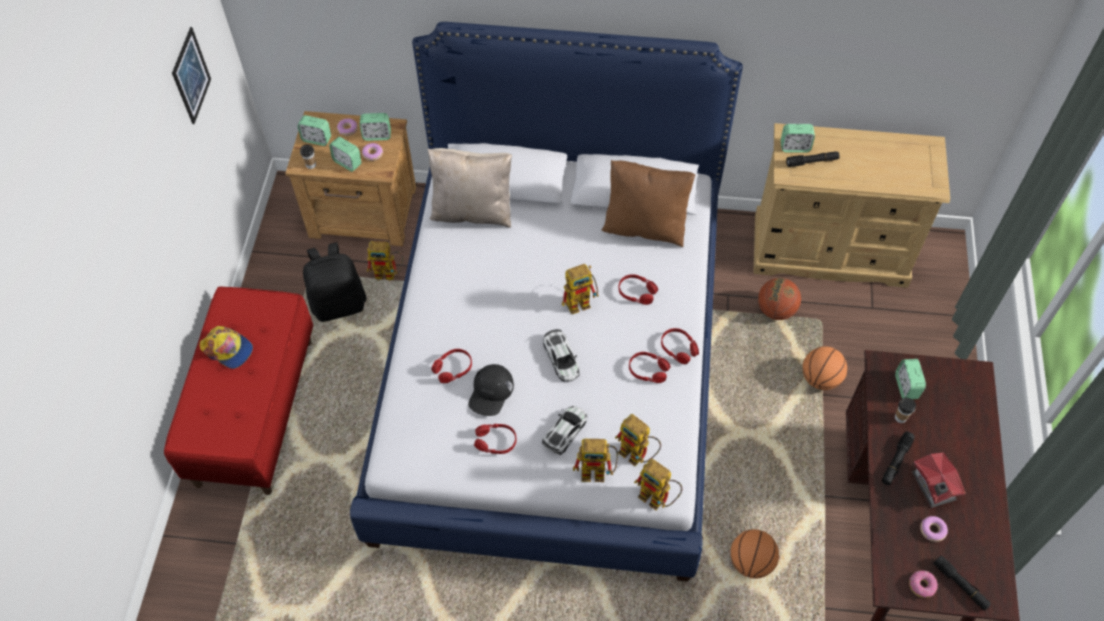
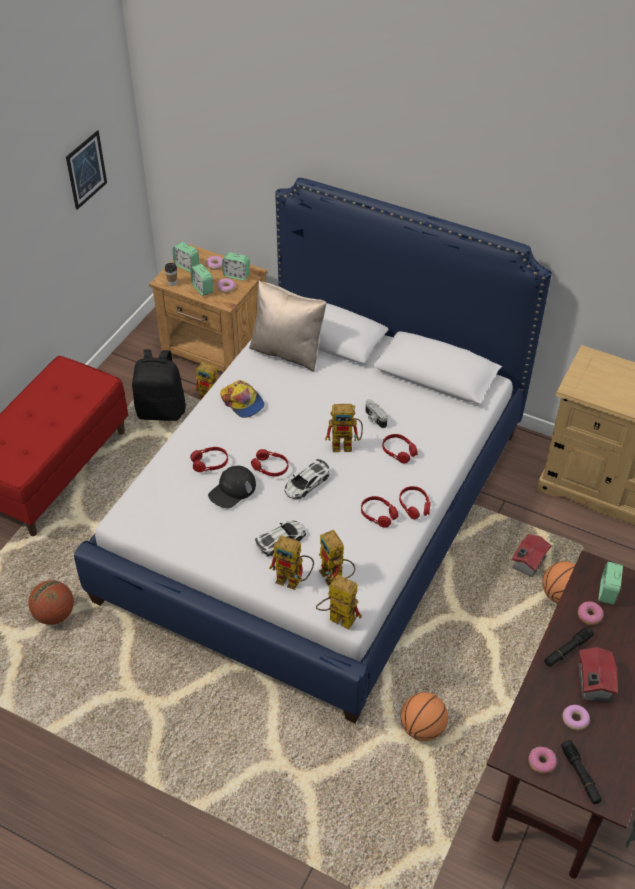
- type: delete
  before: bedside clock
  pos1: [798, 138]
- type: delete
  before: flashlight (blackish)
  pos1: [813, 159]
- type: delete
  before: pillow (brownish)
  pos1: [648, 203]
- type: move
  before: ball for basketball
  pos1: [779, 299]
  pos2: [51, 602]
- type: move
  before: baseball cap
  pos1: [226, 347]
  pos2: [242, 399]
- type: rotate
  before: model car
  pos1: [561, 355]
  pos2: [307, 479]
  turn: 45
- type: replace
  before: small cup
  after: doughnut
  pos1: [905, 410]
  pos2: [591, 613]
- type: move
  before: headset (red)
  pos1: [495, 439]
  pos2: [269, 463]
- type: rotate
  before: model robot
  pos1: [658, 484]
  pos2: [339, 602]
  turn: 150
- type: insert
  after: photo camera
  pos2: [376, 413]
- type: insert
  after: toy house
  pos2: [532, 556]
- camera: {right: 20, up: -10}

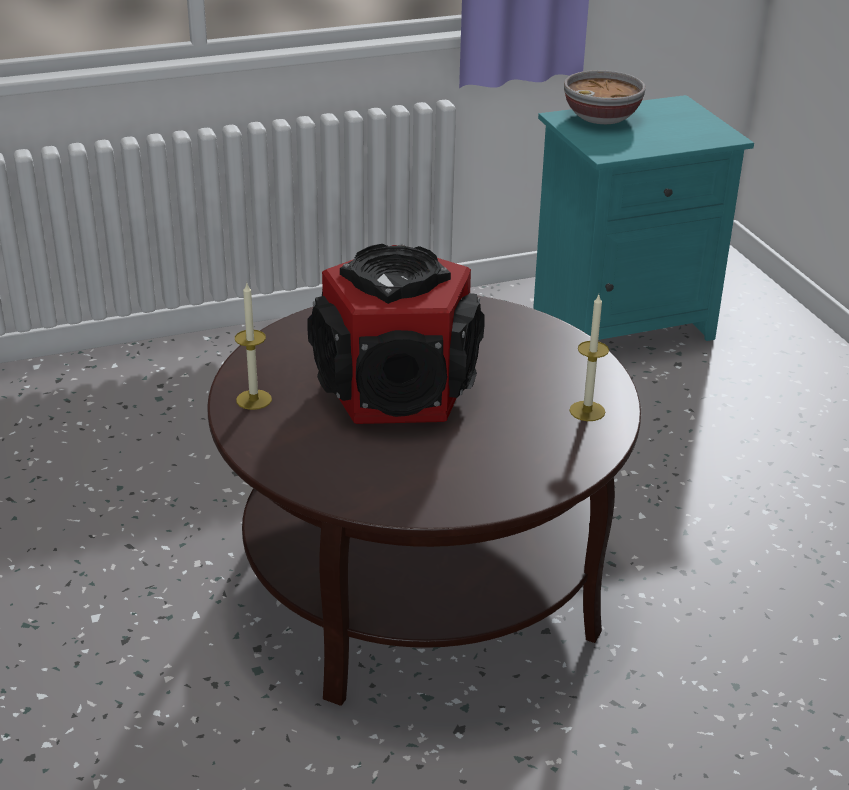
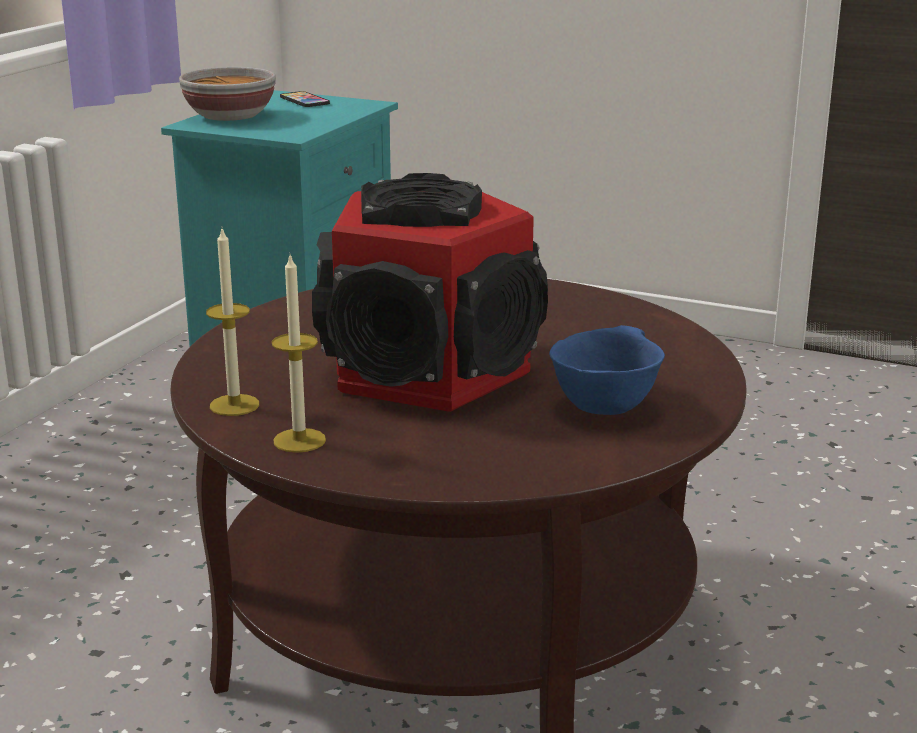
- type: move
  before: wax candle
  pos1: [589, 358]
  pos2: [232, 322]
- type: insert
  after: handset
  pos2: [305, 99]
- type: insert
  after: serving bowl (blue)
  pos2: [607, 370]
- camera: {right: -45, up: -10}

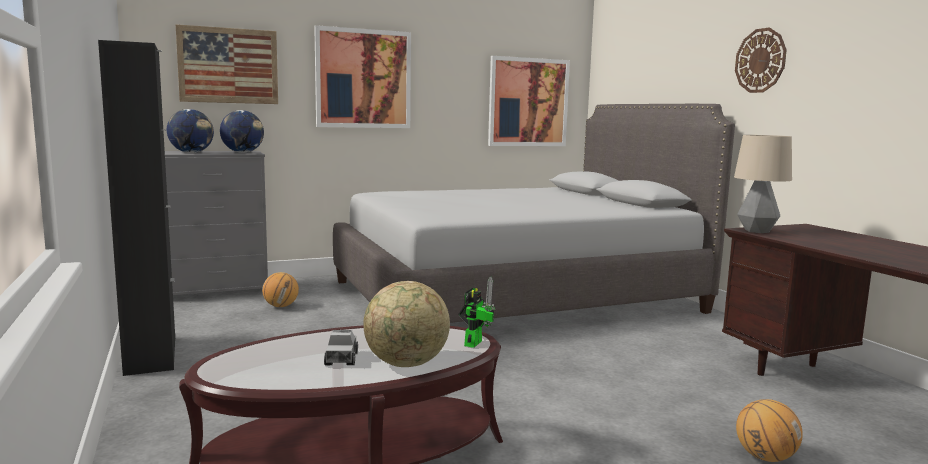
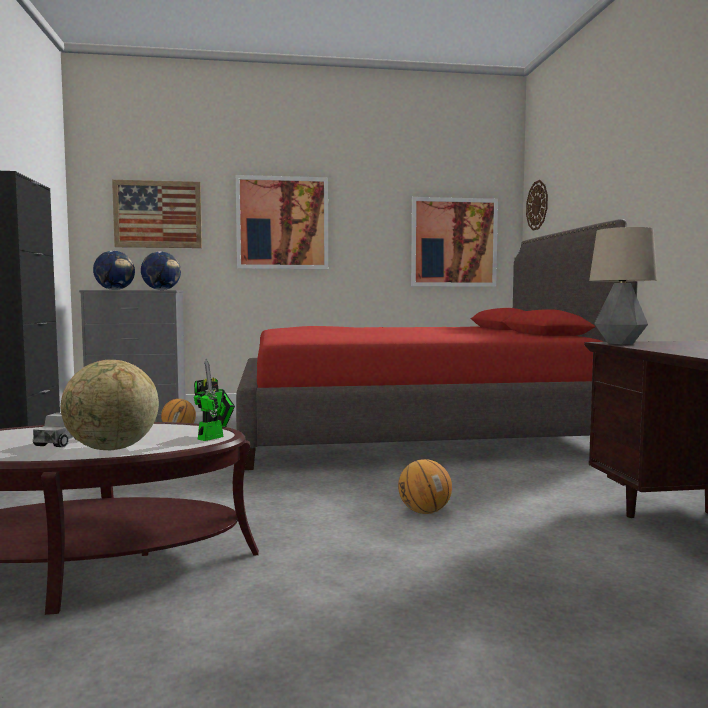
- type: move
  before: hanging clock
  pos1: [761, 60]
  pos2: [537, 205]
- type: recolor
  before: bed (gray)
  after: bed (red)
  pos1: [534, 213]
  pos2: [437, 344]
- type: move
  before: ball for basketball
  pos1: [769, 430]
  pos2: [425, 486]
- camera: {right: 15, up: -5}

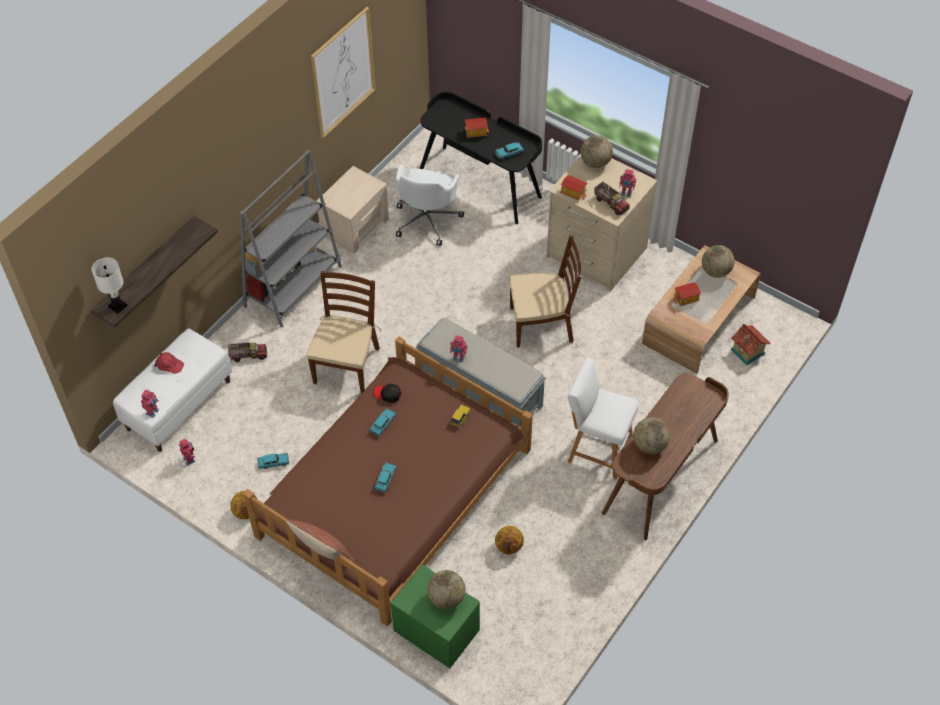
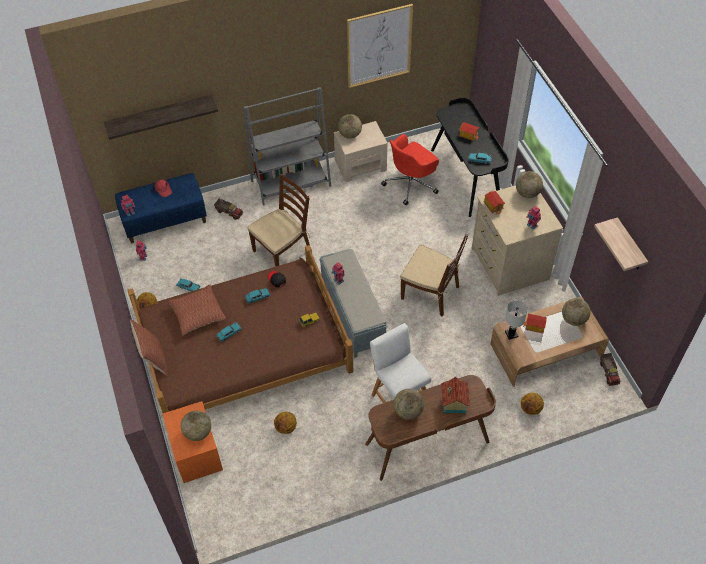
- type: recolor
  before: computer chair (whitish)
  after: computer chair (red)
  pos1: [430, 205]
  pos2: [410, 169]
- type: move
  before: toy lorry
  pos1: [612, 198]
  pos2: [610, 369]
- type: move
  before: lamp for a table (whitish)
  pos1: [110, 285]
  pos2: [516, 320]
- type: move
  before: toy house
  pos1: [751, 344]
  pos2: [455, 395]
- type: recolor
  before: long seat (whitish)
  after: long seat (blue)
  pos1: [172, 390]
  pos2: [161, 208]
- type: recolor
  before: night table (green-coloured)
  after: night table (orange)
  pos1: [435, 616]
  pos2: [193, 442]
- type: insert
  after: desk globe
  pos2: [350, 126]
- type: insert
  after: bracket shelf
  pos2: [621, 244]
- type: insert
  after: pillow
  pos2: [197, 309]
- type: insert
  after: ball for basketball
  pos2: [532, 404]
- camera: {right: 35, up: 0}

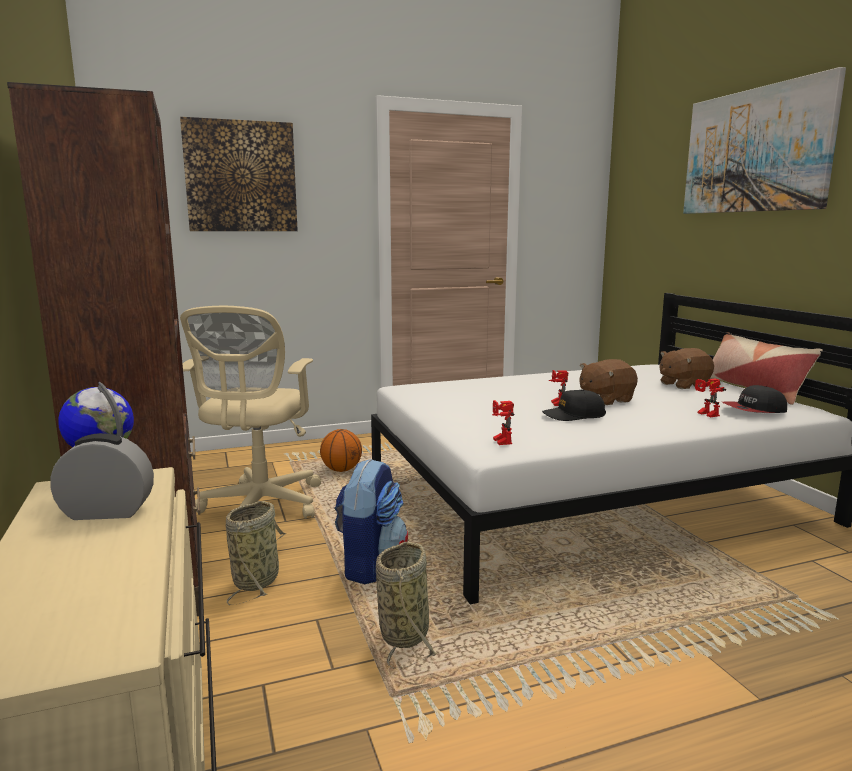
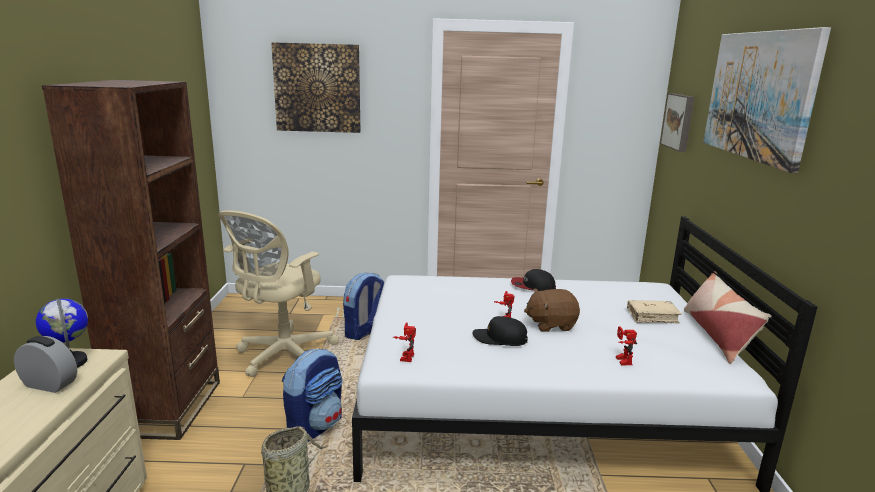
- type: replace
  before: soft toy (brownish)
  after: book (sand-coloured)
  pos1: [686, 368]
  pos2: [654, 311]
- type: move
  before: baseball cap
  pos1: [754, 399]
  pos2: [533, 280]
- type: replace
  before: ball for basketball
  after: knapsack
  pos1: [341, 450]
  pos2: [363, 306]
- type: delete
  before: basket
  pos1: [256, 553]
- type: insert
  after: picture
  pos2: [677, 122]
- camera: {right: 20, up: 5}

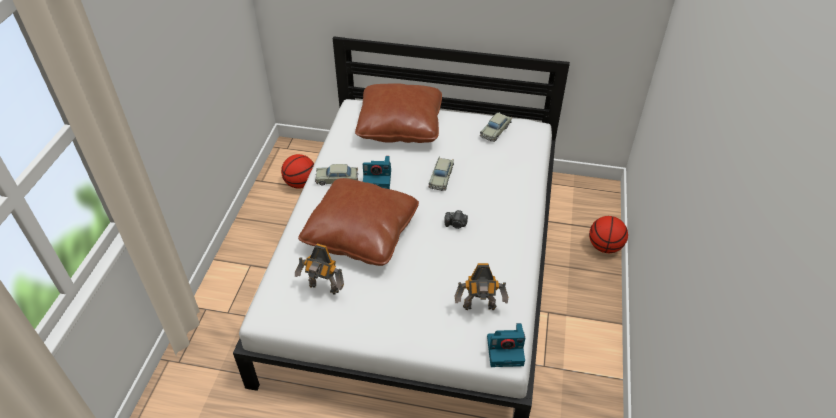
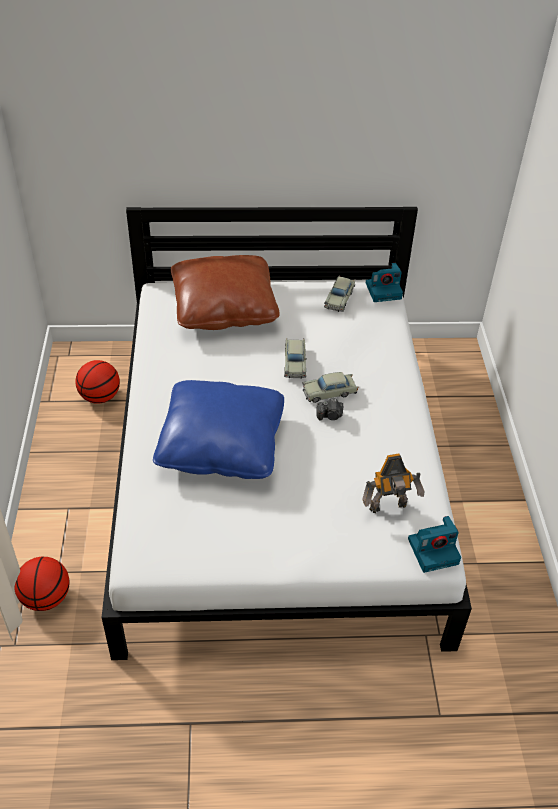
- type: move
  before: photo camera
  pos1: [377, 172]
  pos2: [384, 282]
- type: move
  before: model car (sand-coloured)
  pos1: [336, 174]
  pos2: [330, 387]
- type: recolor
  before: pillow (brownish)
  after: pillow (blue)
  pos1: [358, 222]
  pos2: [218, 429]
- type: move
  before: ball for basketball
  pos1: [608, 234]
  pos2: [41, 584]
- type: delete
  before: model robot
  pos1: [319, 269]
- camera: {right: -15, up: 0}

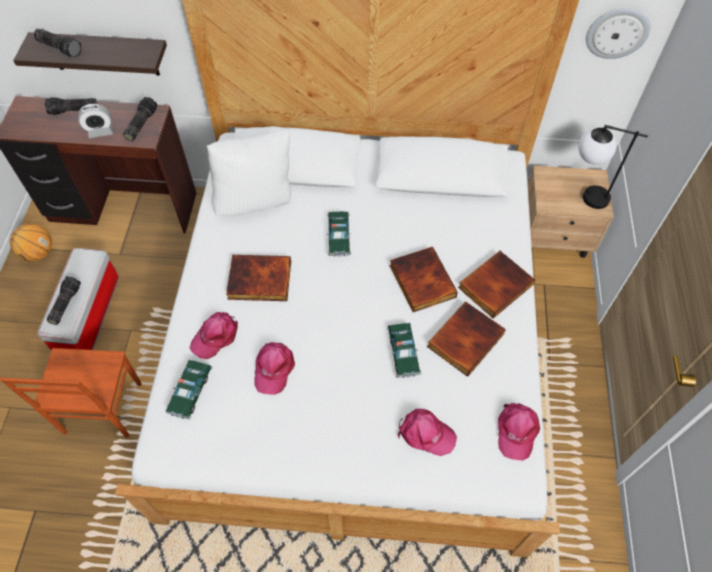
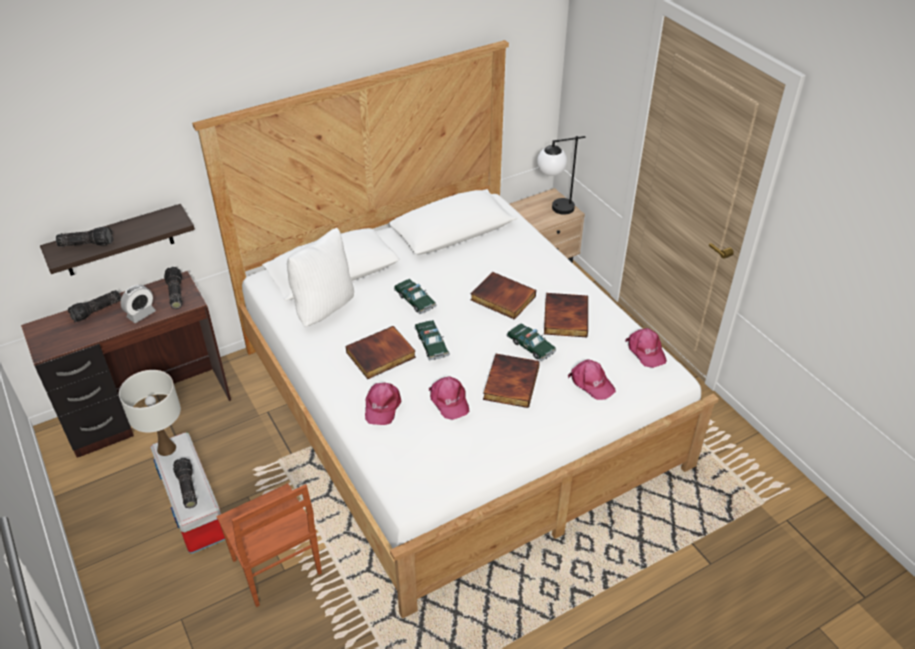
- type: delete
  before: hanging clock
  pos1: [618, 33]
- type: delete
  before: ball for basketball
  pos1: [31, 243]
- type: move
  before: book
  pos1: [496, 284]
  pos2: [511, 381]
- type: move
  before: model car
  pos1: [188, 389]
  pos2: [432, 340]
- type: rotate
  before: baseball cap (pink-coloured)
  pos1: [427, 432]
  pos2: [592, 380]
  turn: 60
- type: insert
  after: lamp for a table (whitish)
  pos2: [150, 413]
- camera: {right: -35, up: -15}

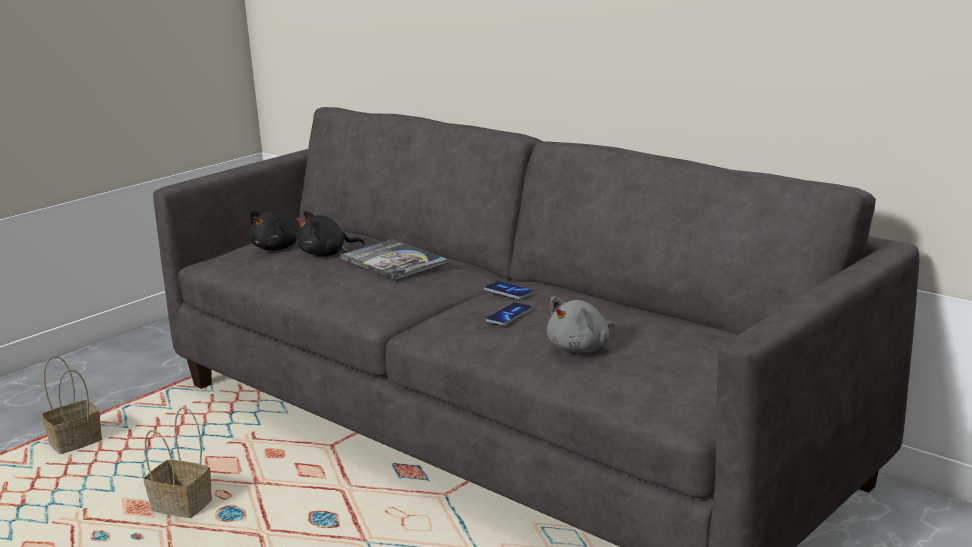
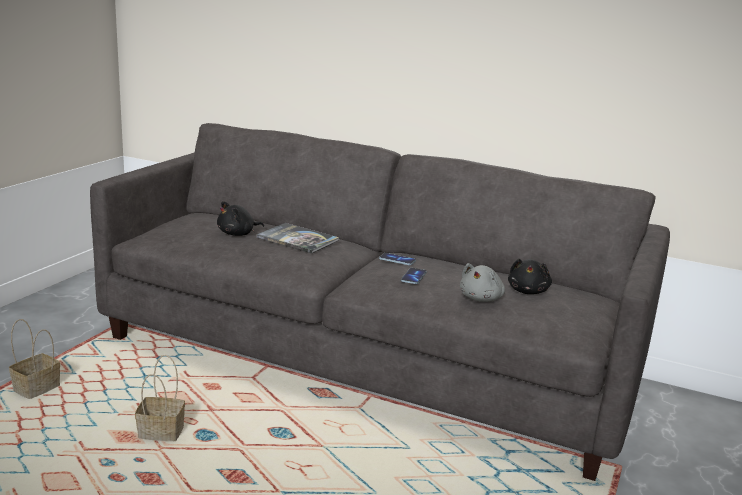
- type: move
  before: soft toy (blackish)
  pos1: [274, 230]
  pos2: [530, 276]
- camera: {right: -20, up: 0}

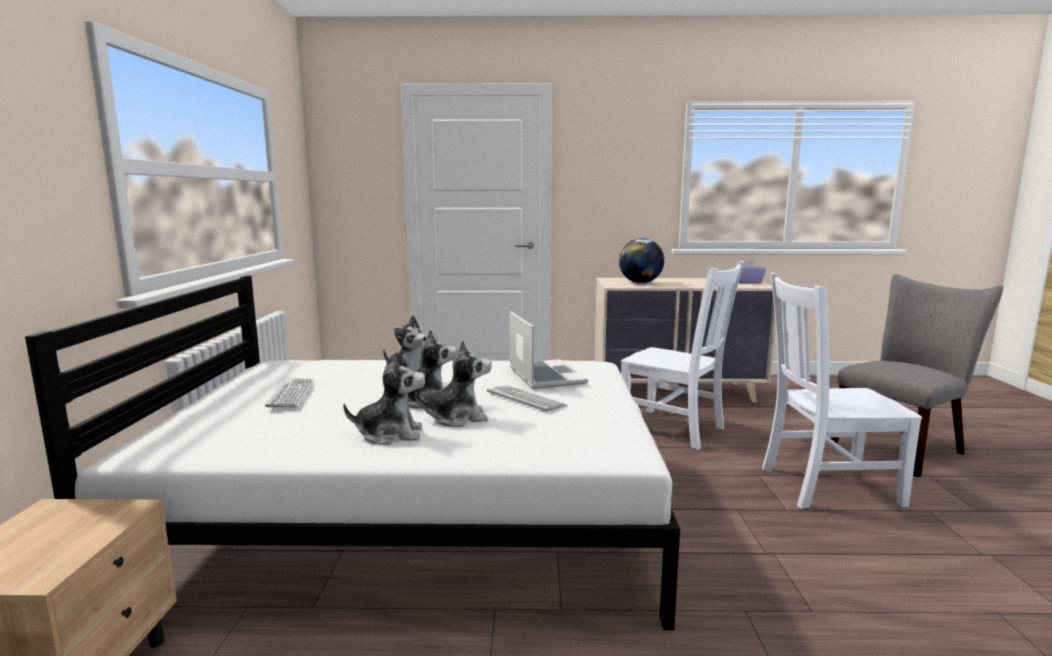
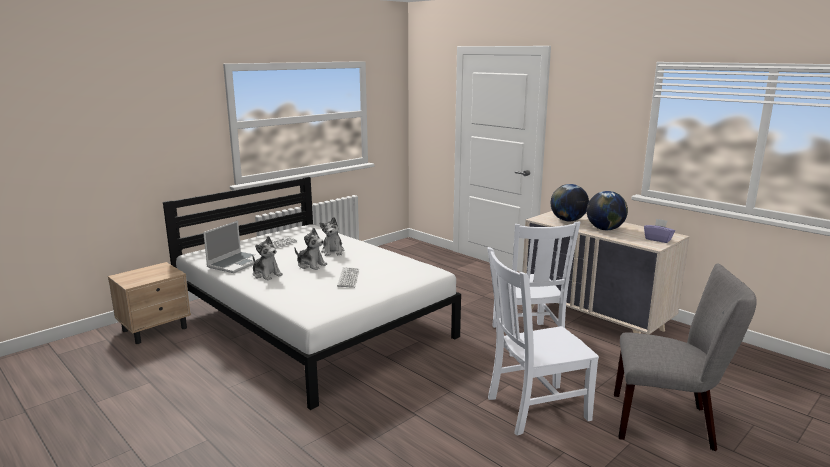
- type: rotate
  before: plain chair (whitish)
  pos1: [842, 391]
  pos2: [543, 341]
  turn: -60
- type: move
  before: notebook computer
  pos1: [549, 350]
  pos2: [232, 247]
- type: delete
  before: soft toy
  pos1: [453, 383]
- type: insert
  after: desk globe
  pos2: [607, 210]
- camera: {right: 45, up: 5}

